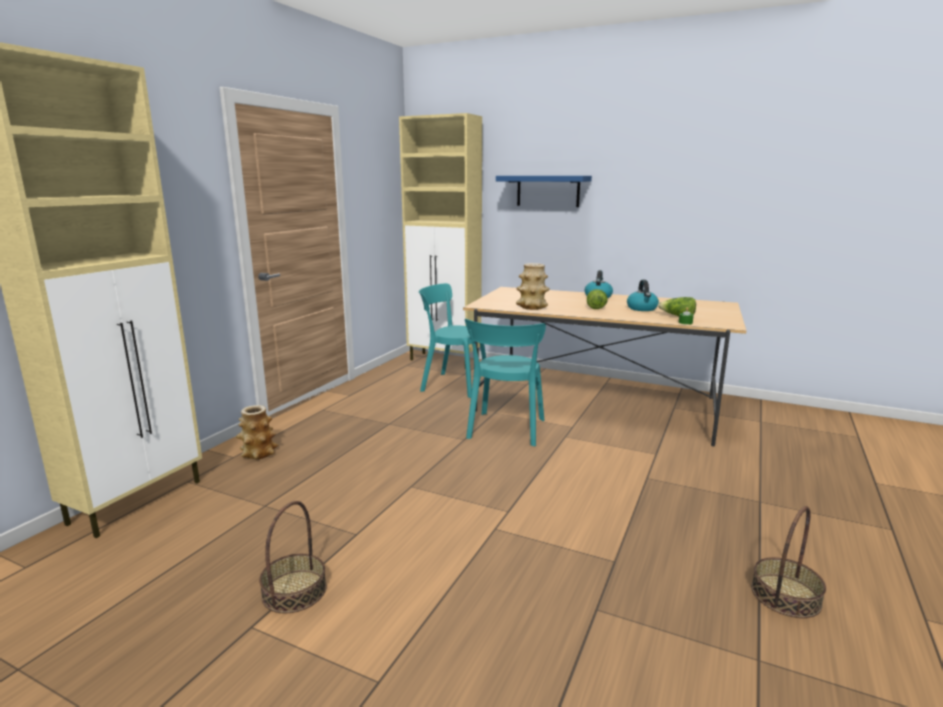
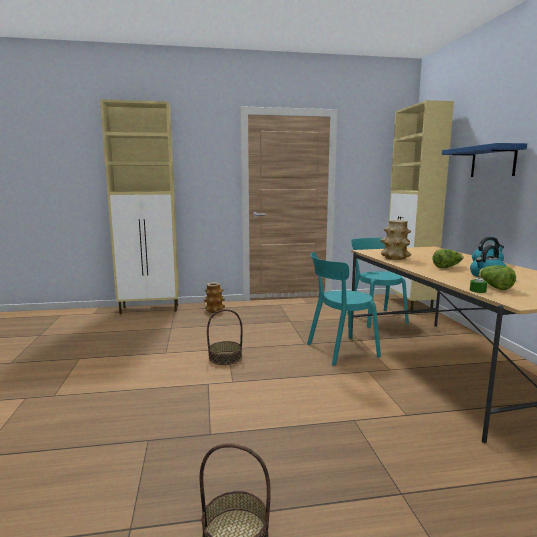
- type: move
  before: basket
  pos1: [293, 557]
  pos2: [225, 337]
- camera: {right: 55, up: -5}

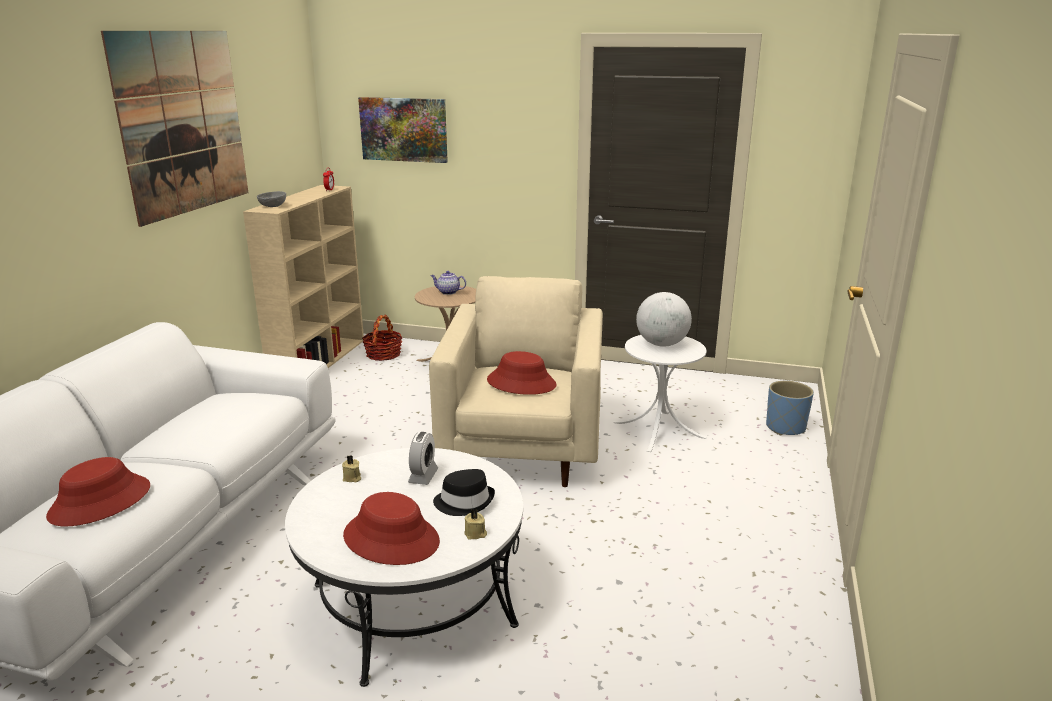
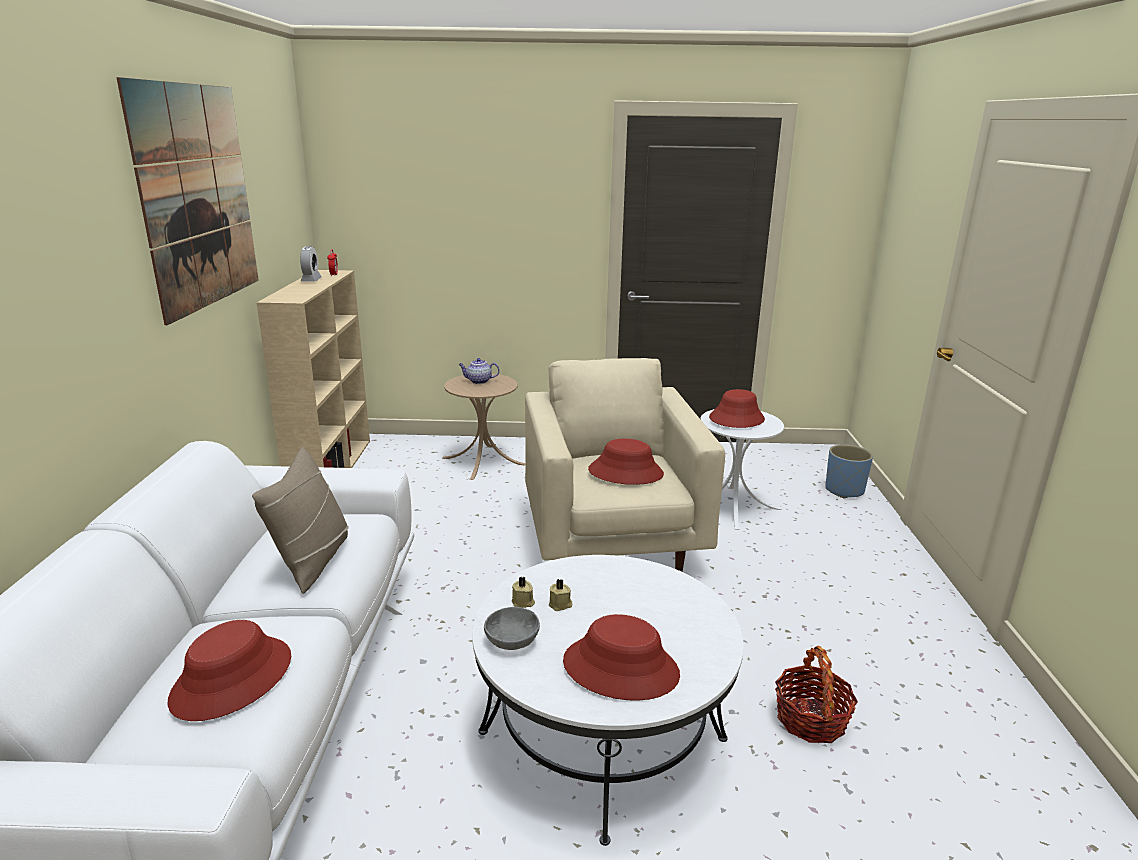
- type: delete
  before: picture
  pos1: [403, 130]
- type: move
  before: serving bowl (gray)
  pos1: [271, 199]
  pos2: [512, 628]
- type: replace
  before: desk globe
  after: hat (red)
  pos1: [664, 319]
  pos2: [737, 408]
- type: move
  before: basket
  pos1: [382, 338]
  pos2: [816, 694]
- type: move
  before: bedside clock
  pos1: [423, 458]
  pos2: [311, 264]
- type: delete
  before: hat (blackish)
  pos1: [464, 492]
- type: move
  before: wax candle (sand-coloured)
  pos1: [475, 524]
  pos2: [560, 595]
- type: insert
  after: pillow (sand-coloured)
  pos2: [300, 520]
- camera: {right: -15, up: 0}

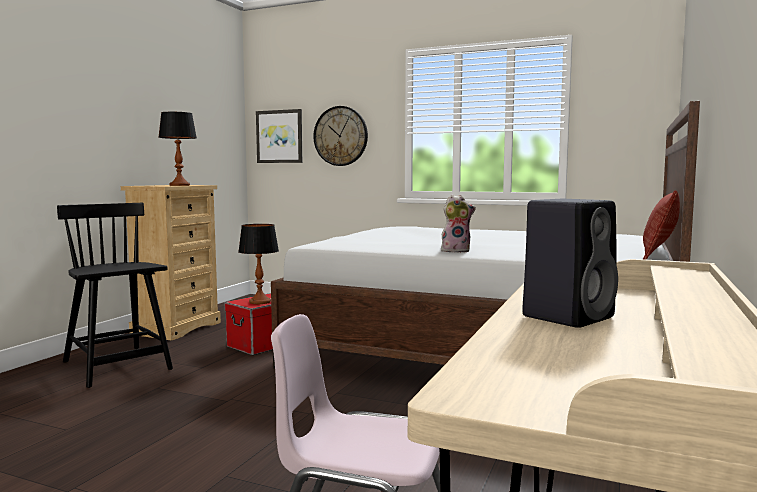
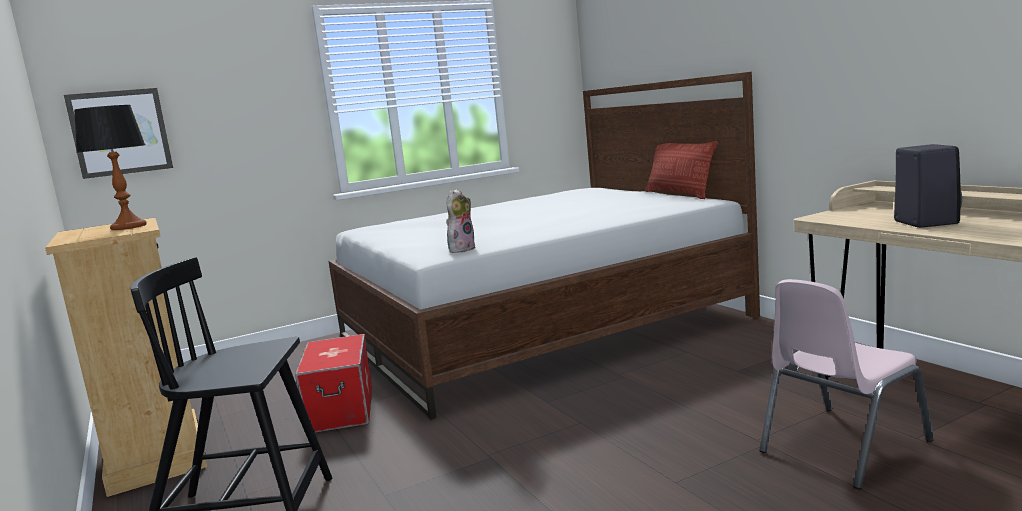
- type: delete
  before: hanging clock
  pos1: [340, 136]
- type: move
  before: soft toy
  pos1: [458, 224]
  pos2: [460, 221]
- type: delete
  before: lamp for a table
  pos1: [258, 264]
- camera: {right: -50, up: 5}

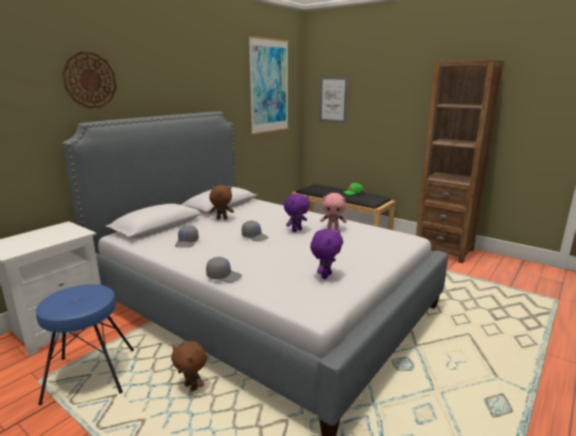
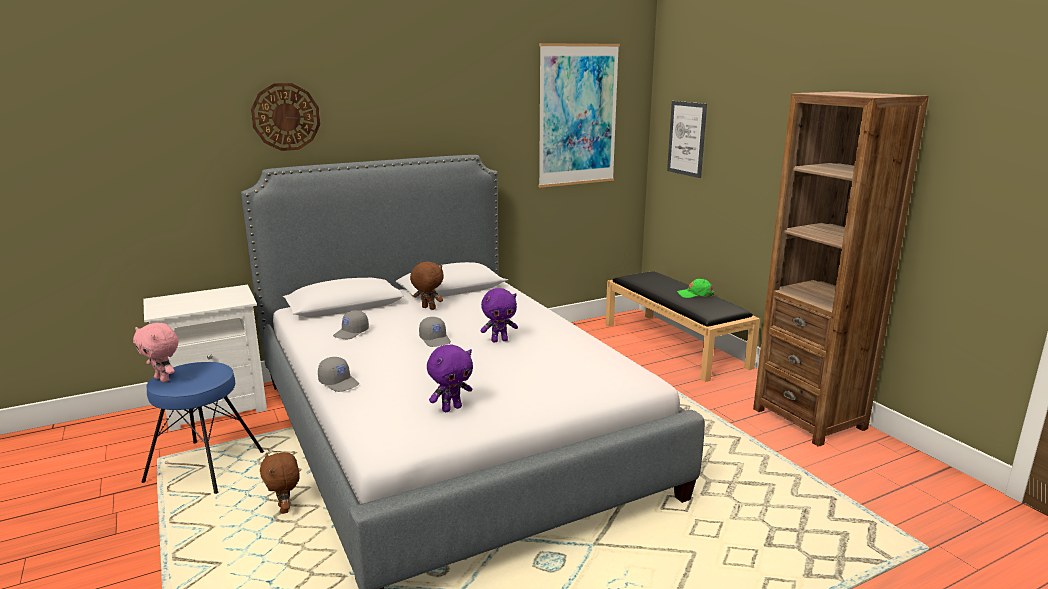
- type: move
  before: soft toy (pink-coloured)
  pos1: [333, 211]
  pos2: [155, 353]
- camera: {right: 25, up: 0}

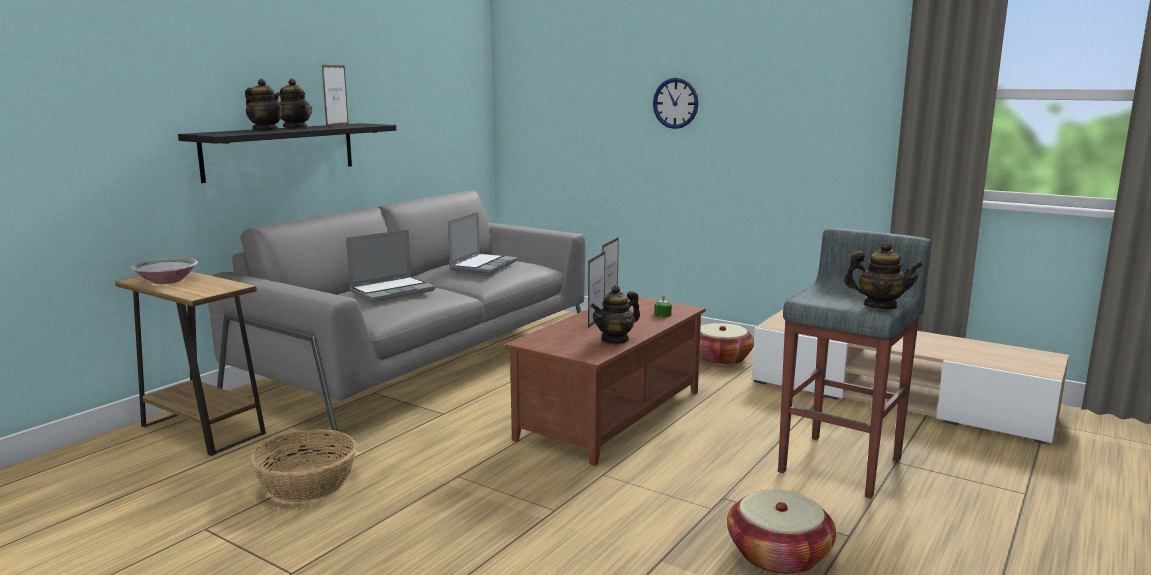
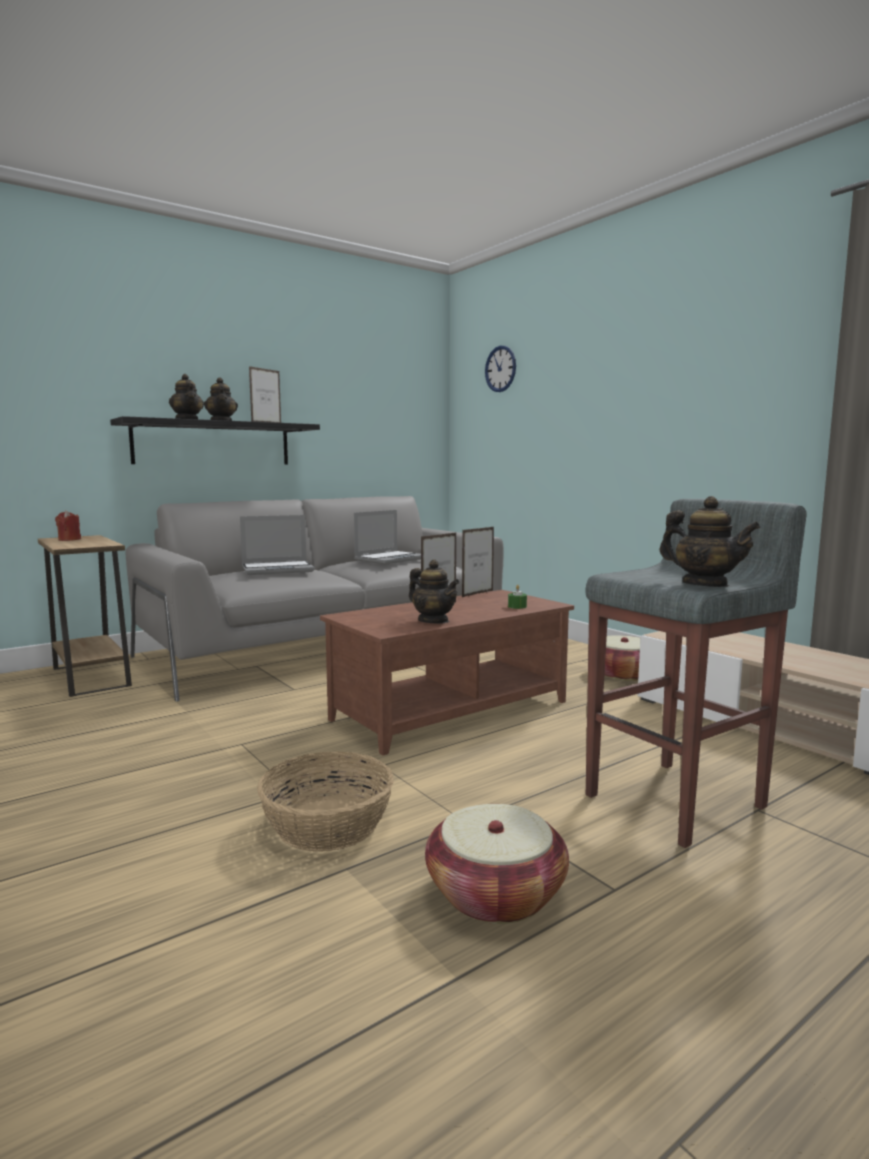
- type: move
  before: hanging clock
  pos1: [676, 103]
  pos2: [500, 369]
- type: replace
  before: serving bowl
  after: wax candle (red)
  pos1: [164, 271]
  pos2: [68, 525]
- type: rotate
  before: teapot
  pos1: [615, 314]
  pos2: [434, 591]
  turn: -120
- type: move
  before: basket
  pos1: [303, 465]
  pos2: [325, 801]
- camera: {right: 20, up: -5}

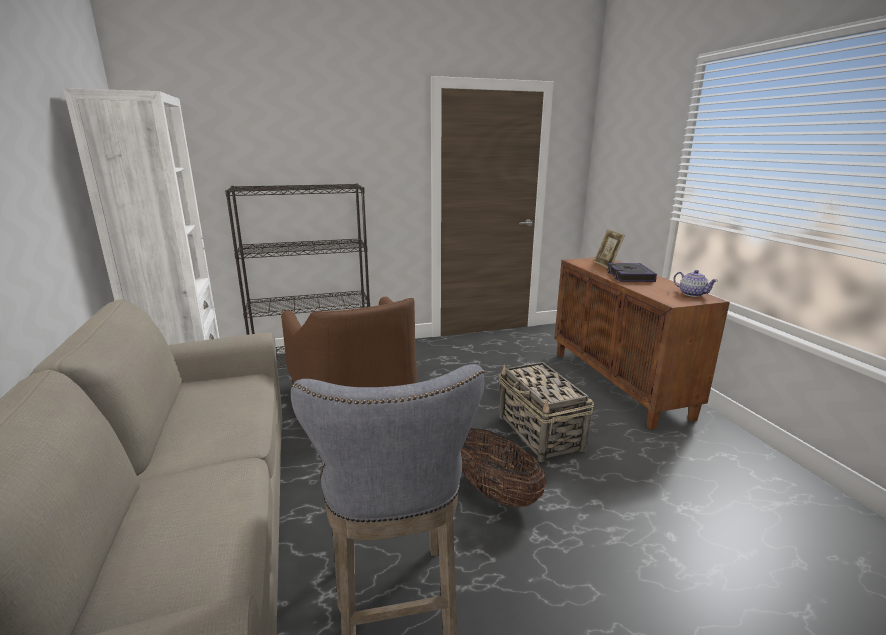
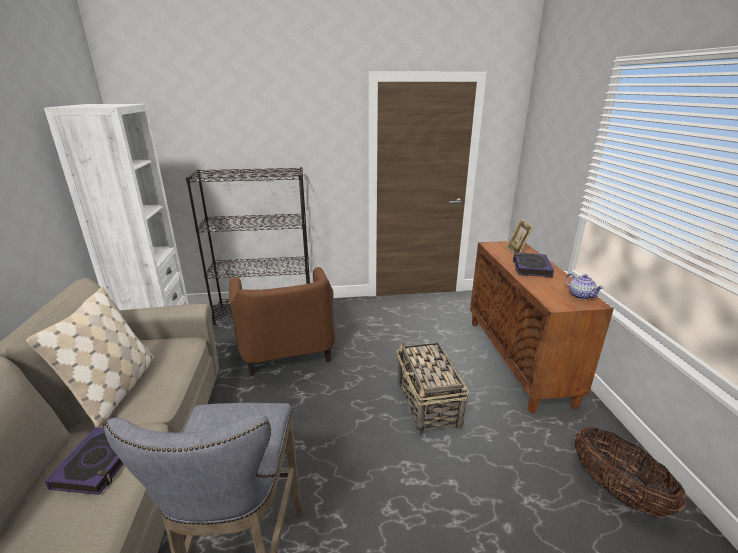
- type: move
  before: basket
  pos1: [504, 468]
  pos2: [630, 472]
- type: insert
  after: pillow (sand-coloured)
  pos2: [90, 357]
- type: insert
  after: book
  pos2: [84, 461]
- camera: {right: 10, up: 5}

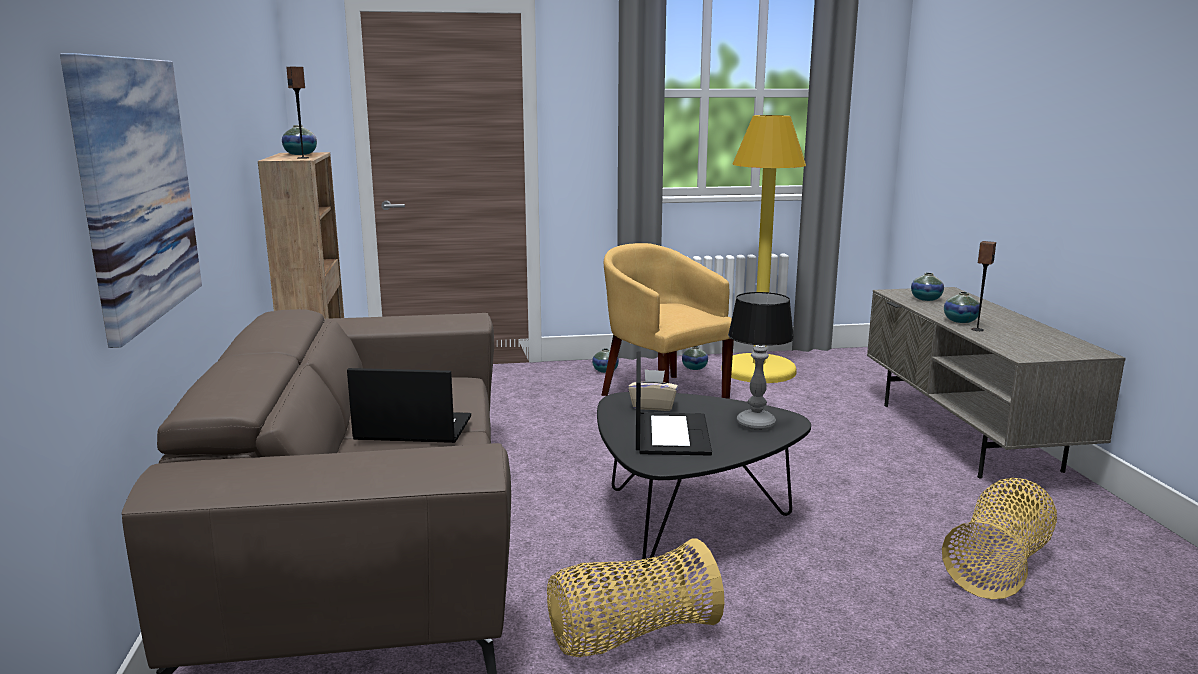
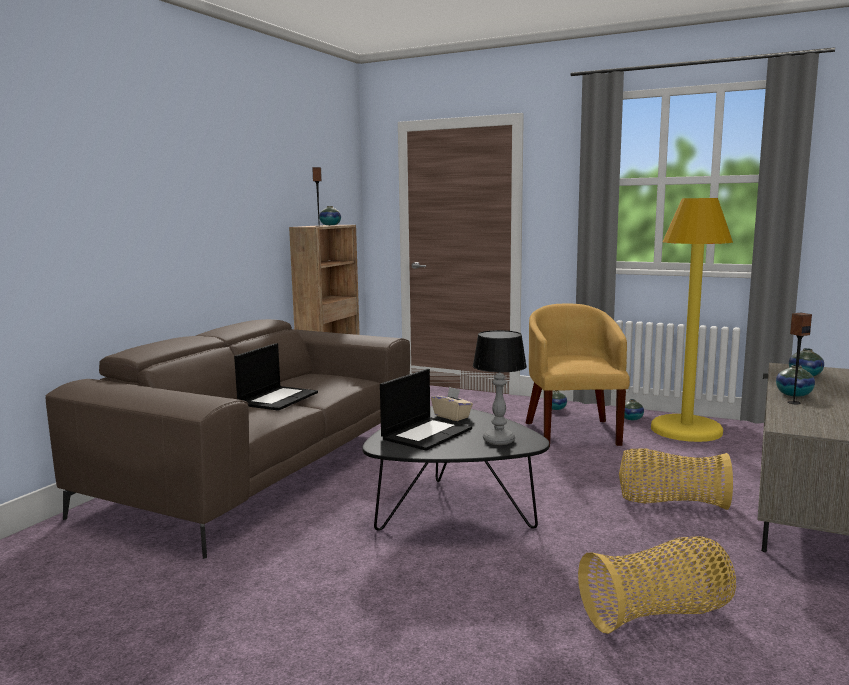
- type: delete
  before: picture
  pos1: [131, 200]
- type: rotate
  before: notebook computer
  pos1: [409, 405]
  pos2: [276, 377]
  turn: 75
- type: move
  before: basket
  pos1: [635, 598]
  pos2: [676, 479]
- camera: {right: 35, up: -5}

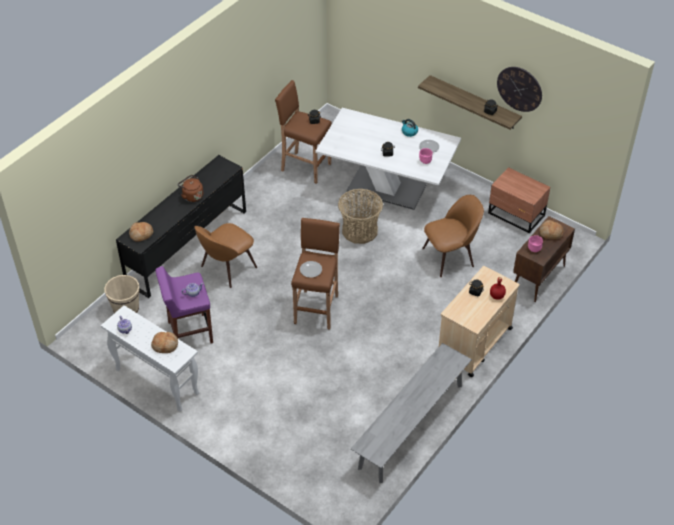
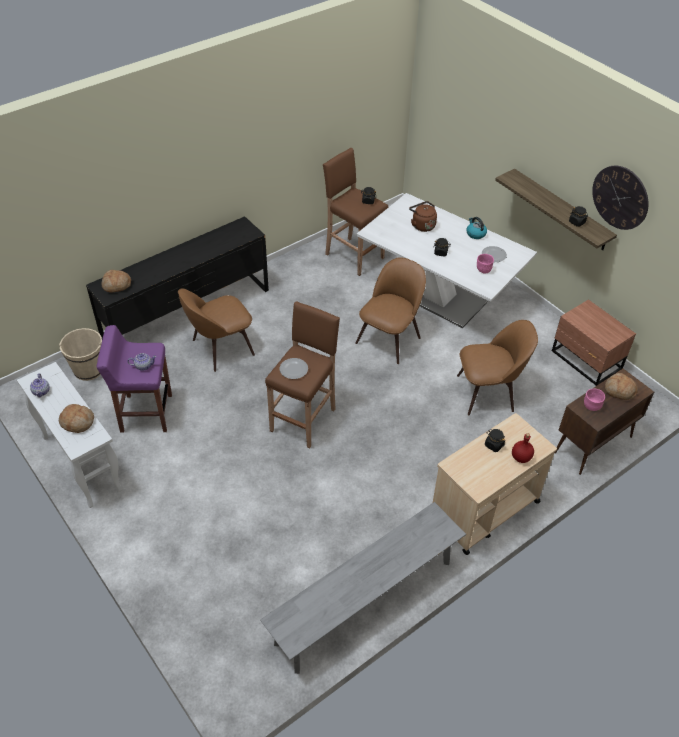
- type: move
  before: kettle (brownish)
  pos1: [190, 188]
  pos2: [423, 216]
- type: replace
  before: basket
  after: plain chair (brownish)
  pos1: [360, 216]
  pos2: [390, 310]
- camera: {right: 15, up: 0}

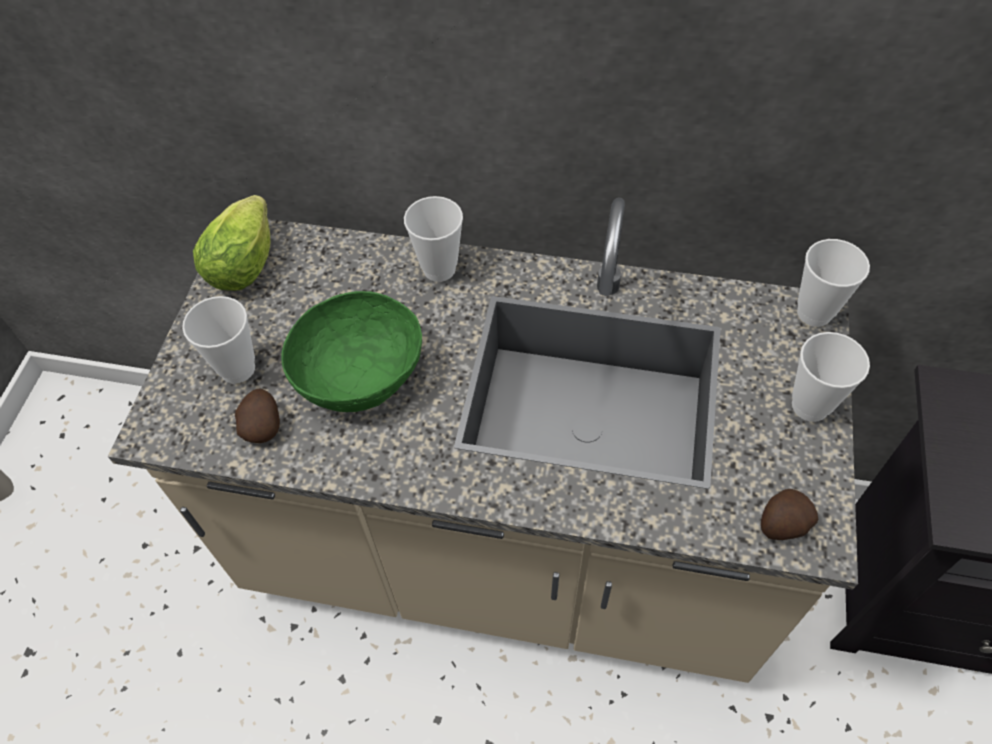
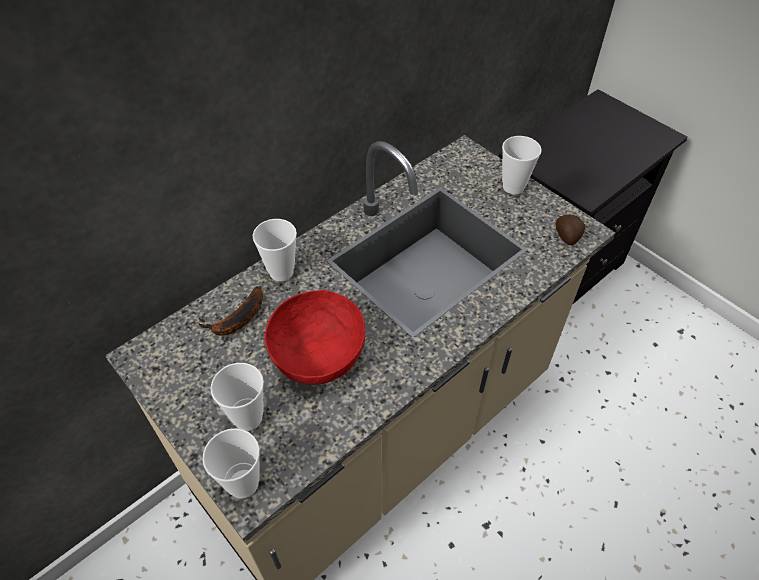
- type: delete
  before: head of lettuce
  pos1: [231, 243]
- type: move
  before: small cup
  pos1: [833, 283]
  pos2: [231, 463]
- type: recolor
  before: serving bowl (green-coloured)
  after: serving bowl (red)
  pos1: [351, 351]
  pos2: [315, 337]
- type: delete
  before: potato
  pos1: [257, 416]
- type: insert
  after: whole banana
  pos2: [230, 311]
- camera: {right: -55, up: -5}

